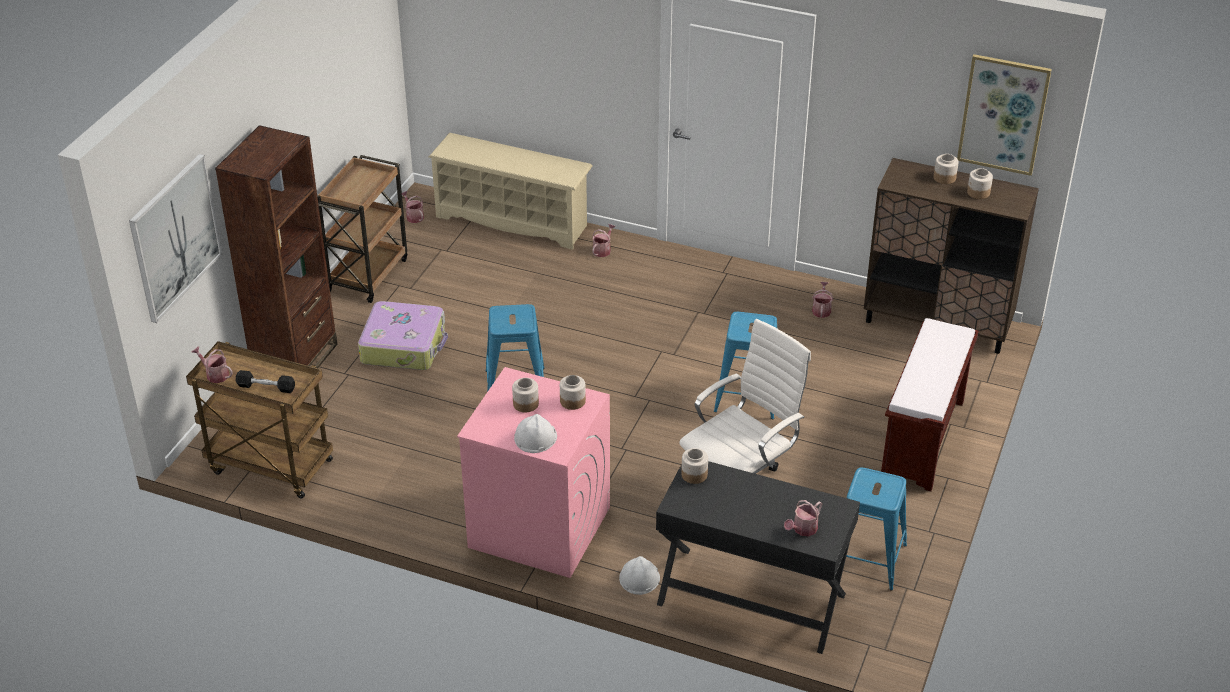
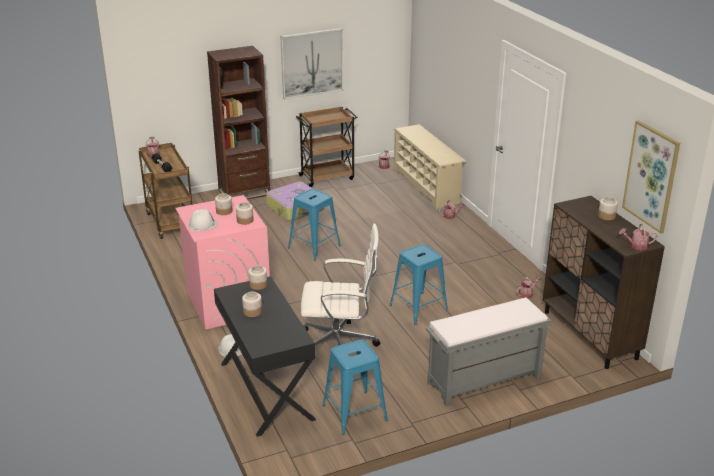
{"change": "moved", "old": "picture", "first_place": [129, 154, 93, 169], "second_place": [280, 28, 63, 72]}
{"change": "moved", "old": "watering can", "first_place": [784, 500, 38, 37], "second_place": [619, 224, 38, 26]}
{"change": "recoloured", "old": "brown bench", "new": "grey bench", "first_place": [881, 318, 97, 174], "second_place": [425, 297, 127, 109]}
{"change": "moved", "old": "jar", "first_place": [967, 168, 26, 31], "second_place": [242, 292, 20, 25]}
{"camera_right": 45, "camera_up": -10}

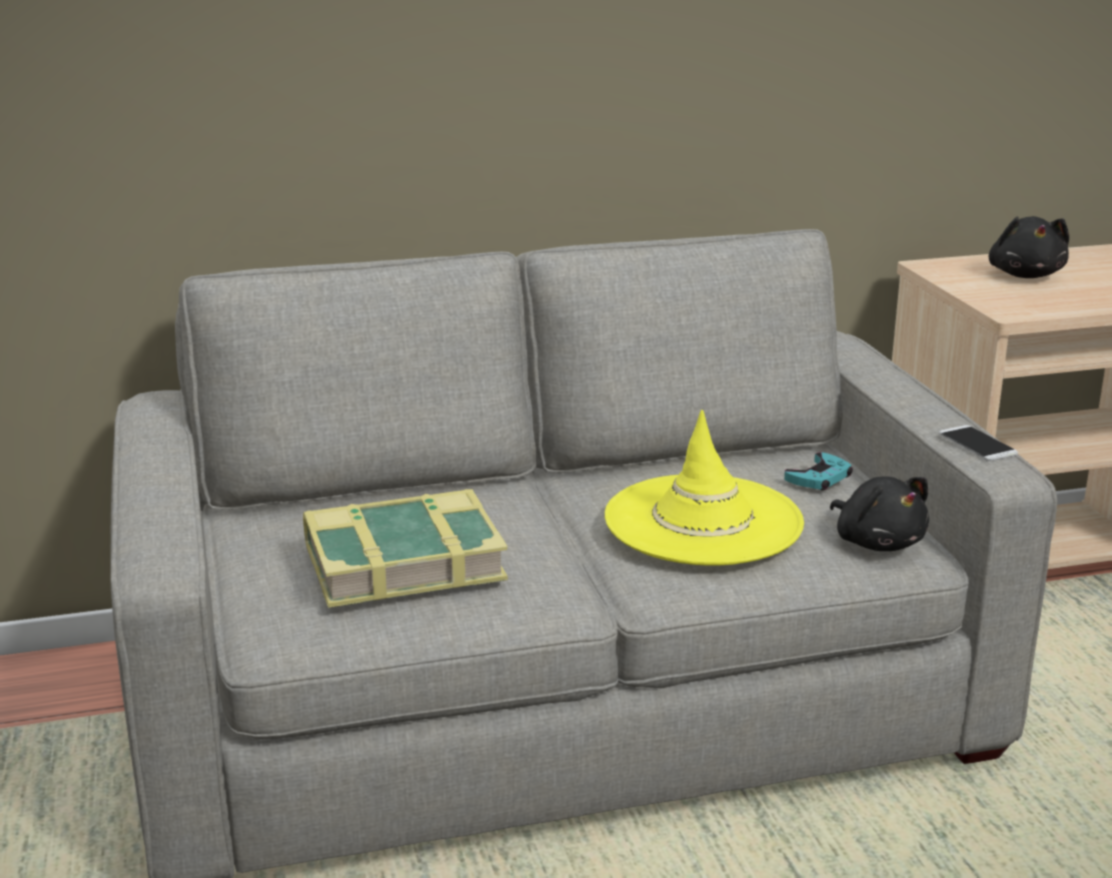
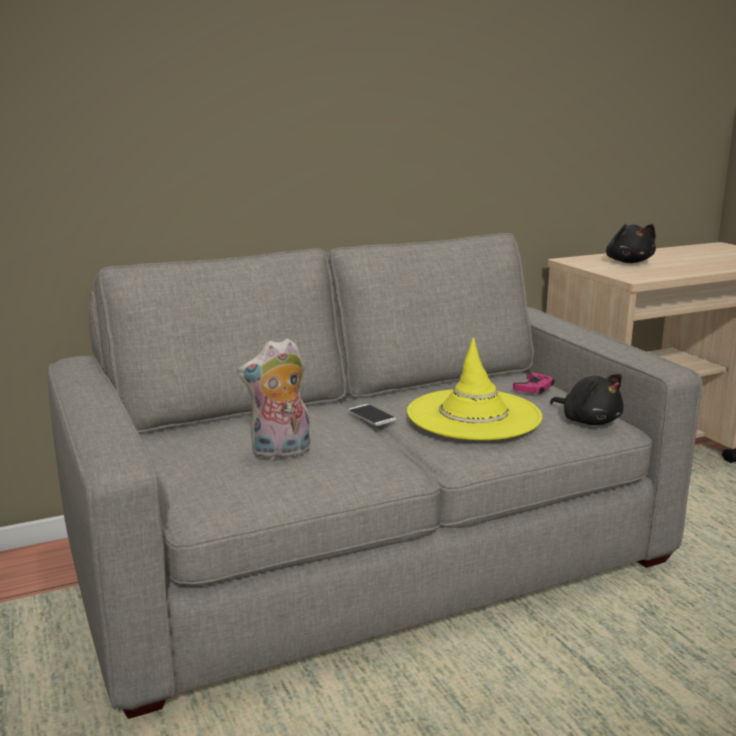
{"change": "replaced", "old": "book", "new": "plush toy", "first_place": [303, 489, 205, 119], "second_place": [238, 338, 73, 121]}
{"change": "recoloured", "old": "turquoise game controller", "new": "pink game controller", "first_place": [784, 452, 69, 38], "second_place": [513, 372, 41, 22]}
{"change": "moved", "old": "phone", "first_place": [939, 425, 79, 36], "second_place": [348, 404, 49, 22]}
{"camera_right": -10, "camera_up": -5}

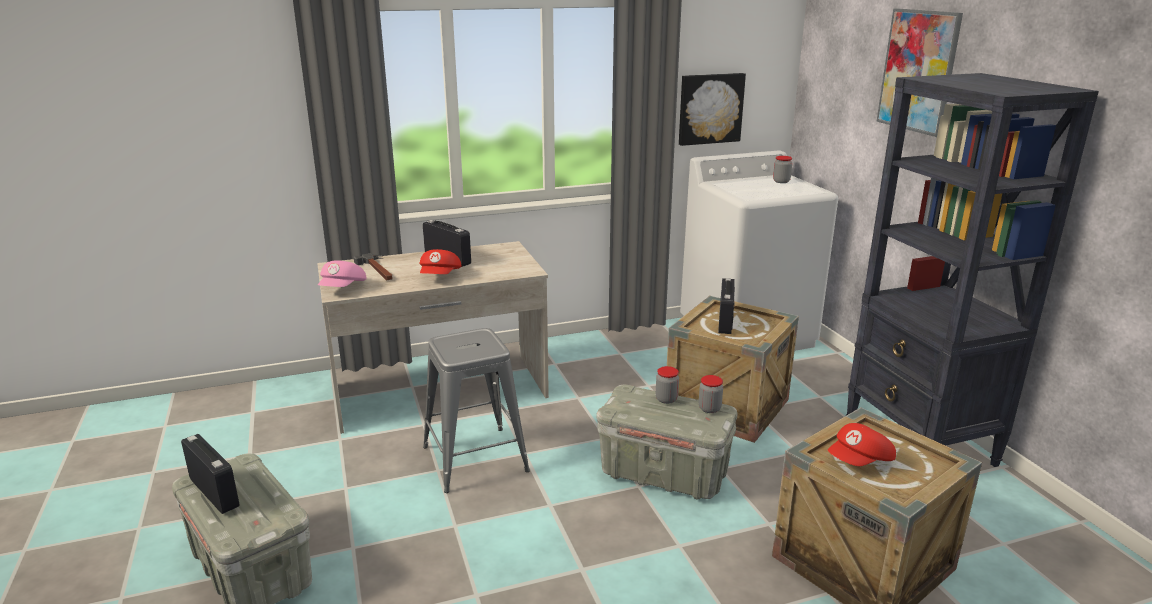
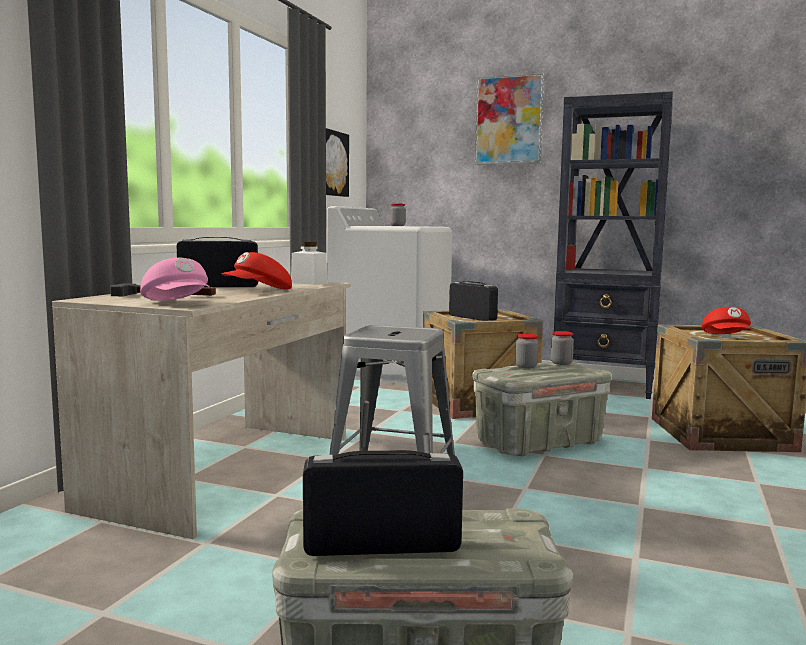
{"change": "turned", "old": "red cap", "first_place": [419, 249, 43, 25], "second_place": [221, 252, 71, 38], "degrees": 90}
{"change": "added", "new": "white jar", "second_place": [291, 242, 37, 43]}
{"camera_right": -50, "camera_up": -15}

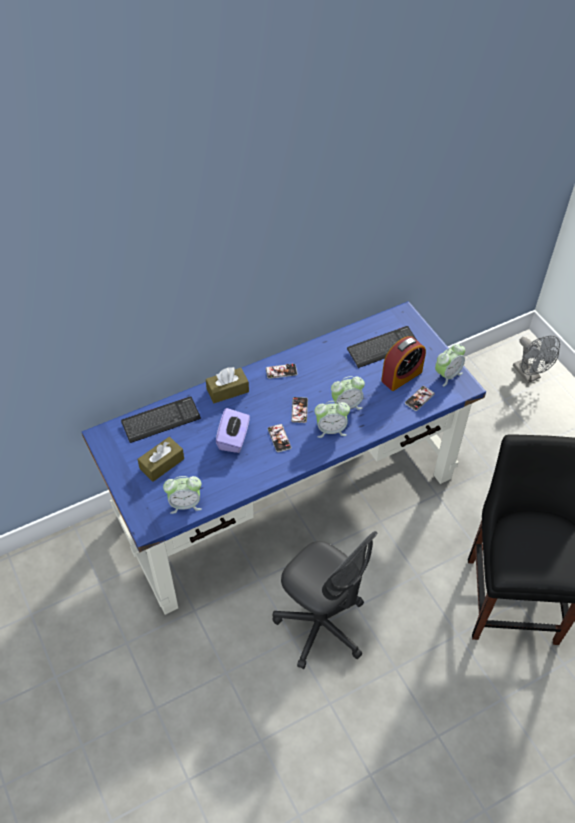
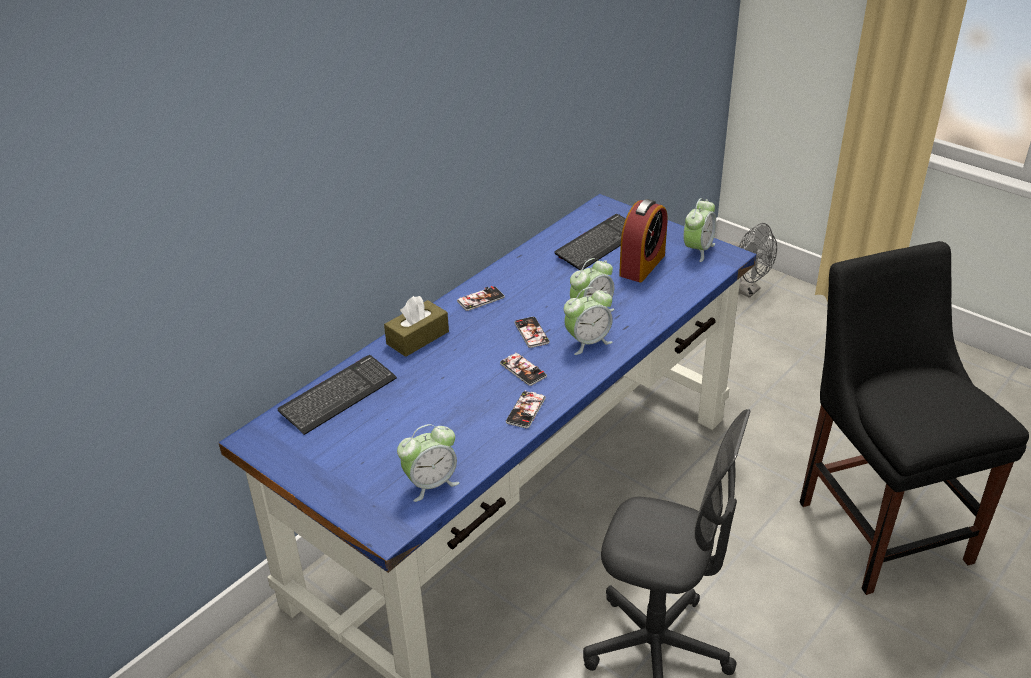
{"change": "removed", "old": "brown tissue box", "first_place": [138, 437, 46, 45]}
{"change": "removed", "old": "purple tissue box", "first_place": [216, 408, 34, 45]}
{"change": "moved", "old": "phone", "first_place": [405, 386, 30, 25], "second_place": [506, 390, 40, 38]}
{"camera_right": -20, "camera_up": -15}

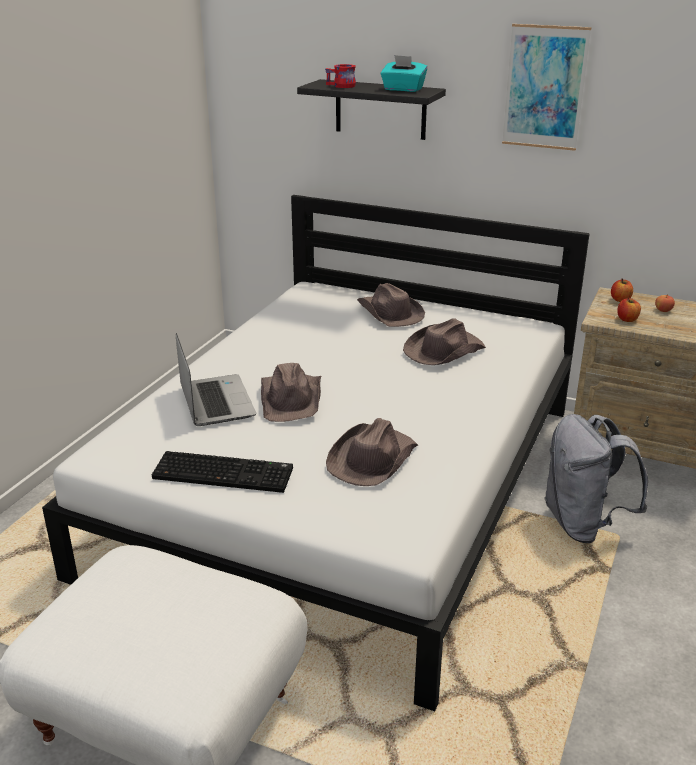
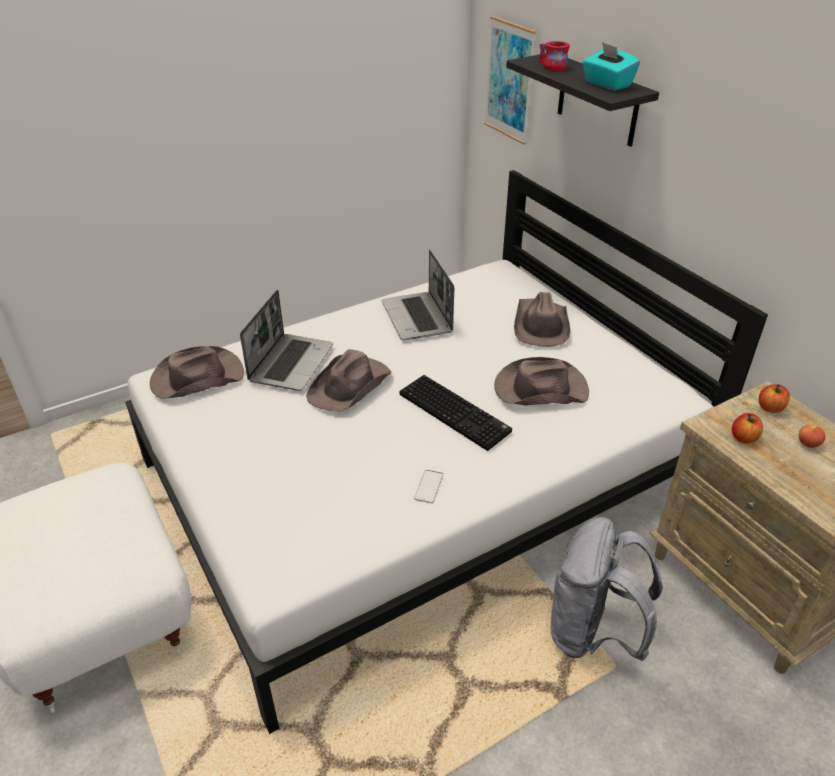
{"change": "moved", "old": "keyboard", "first_place": [152, 451, 141, 42], "second_place": [399, 375, 113, 76]}
{"change": "moved", "old": "brown hat", "first_place": [326, 418, 92, 68], "second_place": [150, 346, 94, 53]}
{"change": "moved", "old": "picture", "first_place": [502, 24, 89, 127], "second_place": [484, 16, 52, 129]}
{"change": "added", "new": "laptop", "second_place": [382, 250, 72, 90]}
{"change": "added", "new": "phone", "second_place": [414, 470, 30, 33]}
{"camera_right": 35, "camera_up": 10}

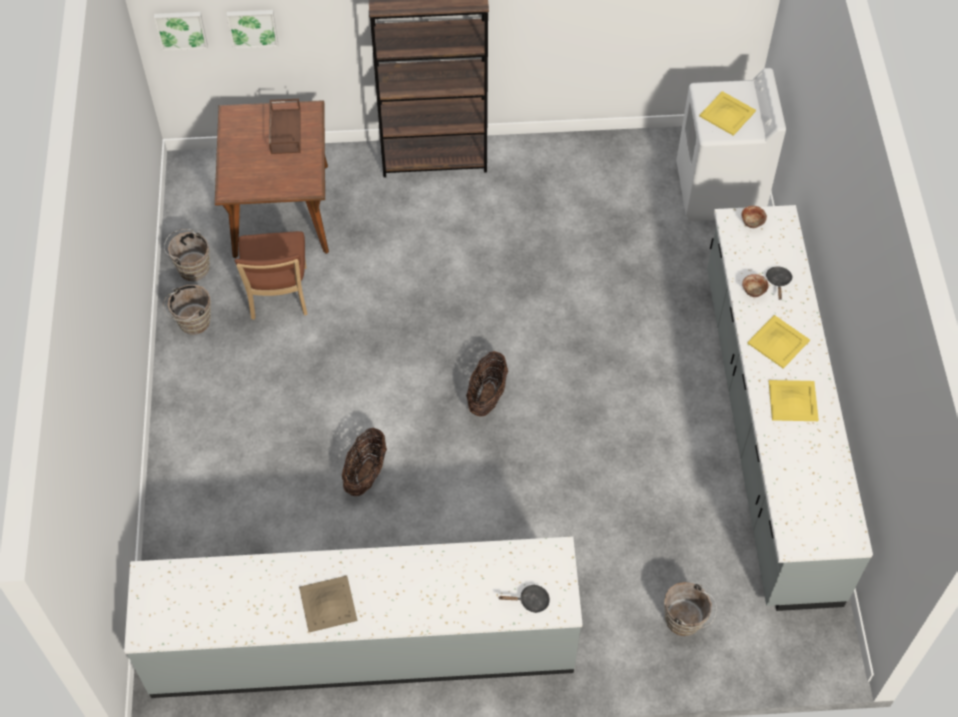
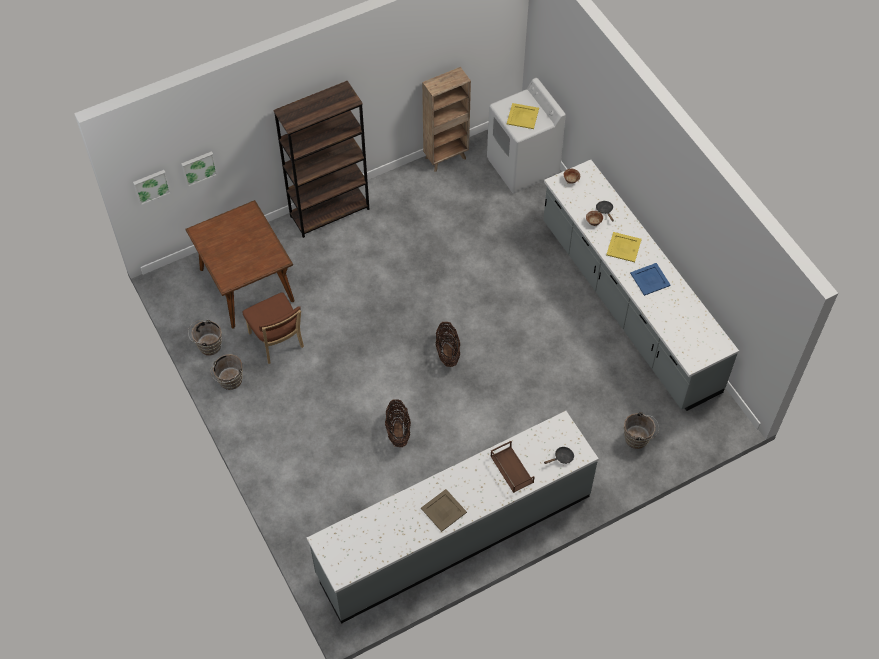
{"change": "moved", "old": "brown tray", "first_place": [269, 99, 31, 55], "second_place": [491, 441, 43, 52]}
{"change": "recoloured", "old": "yellow tray", "new": "blue tray", "first_place": [769, 380, 50, 41], "second_place": [630, 263, 41, 33]}
{"change": "added", "new": "brown bookcase", "second_place": [422, 67, 49, 105]}
{"camera_right": -25, "camera_up": 0}

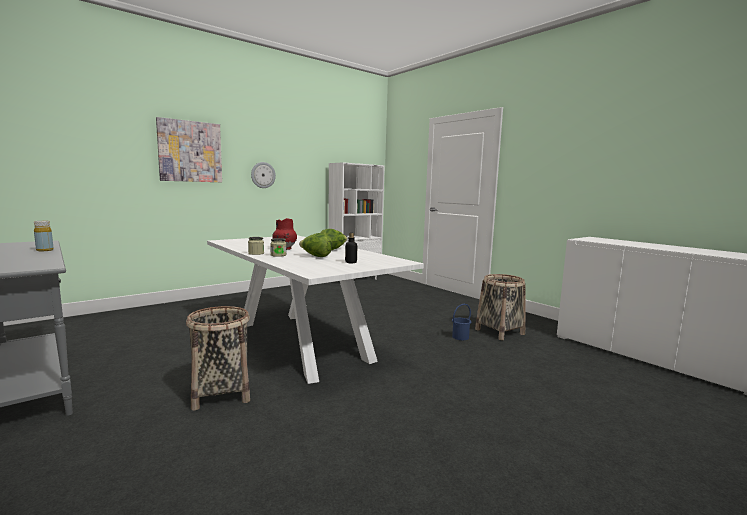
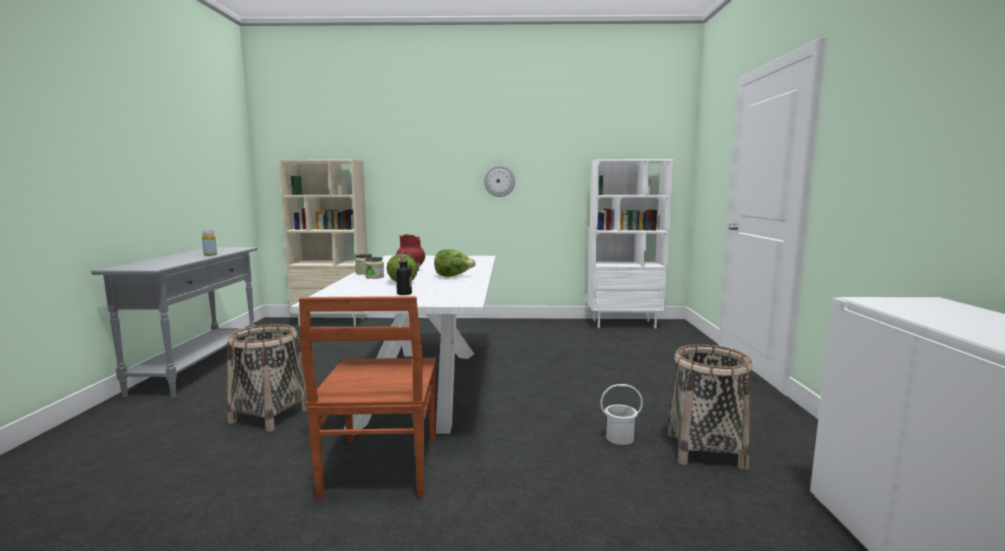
{"change": "removed", "old": "picture", "first_place": [156, 117, 66, 65]}
{"change": "recoloured", "old": "blue bucket", "new": "white bucket", "first_place": [452, 304, 20, 36], "second_place": [600, 384, 43, 61]}
{"change": "added", "new": "beige bookcase", "second_place": [279, 160, 89, 166]}
{"change": "added", "new": "brown chair", "second_place": [299, 296, 137, 204]}
{"camera_right": 40, "camera_up": 0}

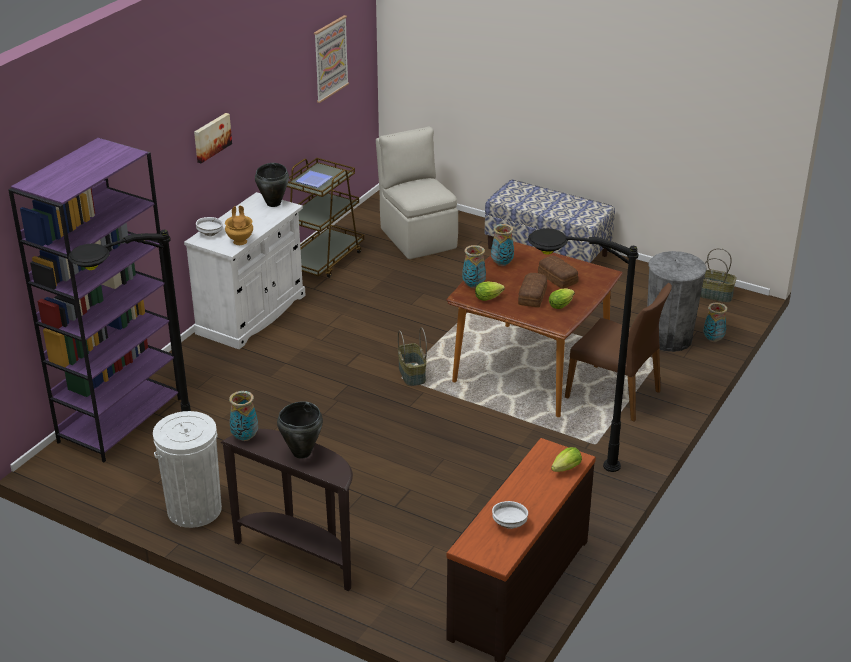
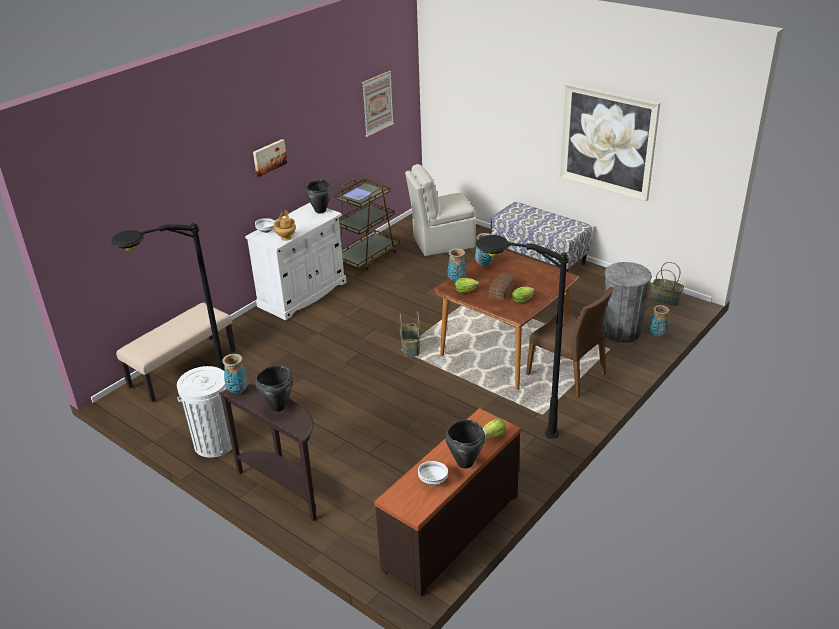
{"change": "replaced", "old": "purple bookcase", "new": "beige bench", "first_place": [8, 138, 173, 324], "second_place": [116, 302, 120, 100]}
{"change": "turned", "old": "beige chair", "first_place": [376, 127, 82, 132], "second_place": [405, 164, 71, 92], "degrees": -90}
{"change": "removed", "old": "bread", "first_place": [538, 256, 41, 33]}
{"change": "added", "new": "black cooking pot", "second_place": [446, 420, 39, 49]}
{"change": "added", "new": "picture", "second_place": [559, 83, 101, 118]}
{"camera_right": 10, "camera_up": 0}

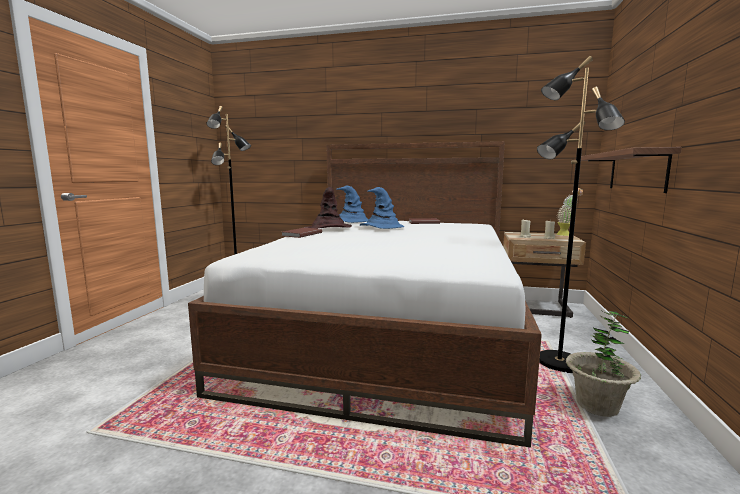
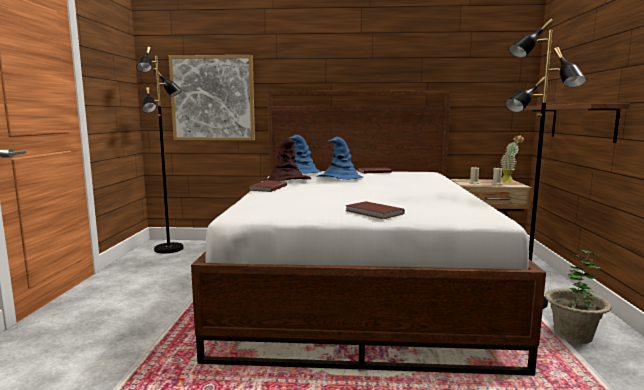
{"change": "added", "new": "picture", "second_place": [169, 55, 86, 85]}
{"change": "added", "new": "brown book", "second_place": [345, 201, 60, 18]}
{"camera_right": -10, "camera_up": 0}

